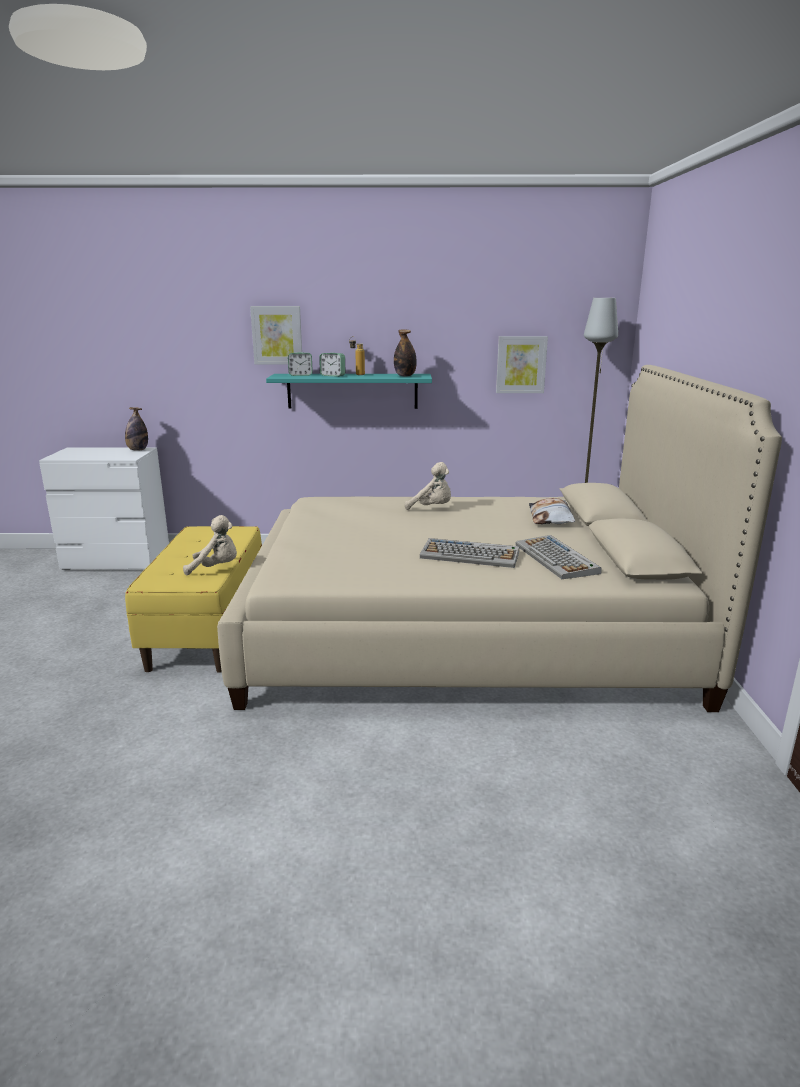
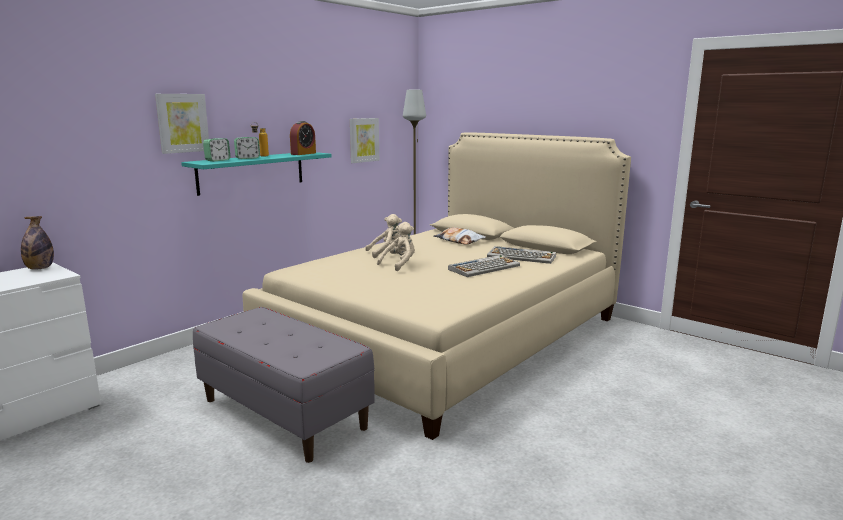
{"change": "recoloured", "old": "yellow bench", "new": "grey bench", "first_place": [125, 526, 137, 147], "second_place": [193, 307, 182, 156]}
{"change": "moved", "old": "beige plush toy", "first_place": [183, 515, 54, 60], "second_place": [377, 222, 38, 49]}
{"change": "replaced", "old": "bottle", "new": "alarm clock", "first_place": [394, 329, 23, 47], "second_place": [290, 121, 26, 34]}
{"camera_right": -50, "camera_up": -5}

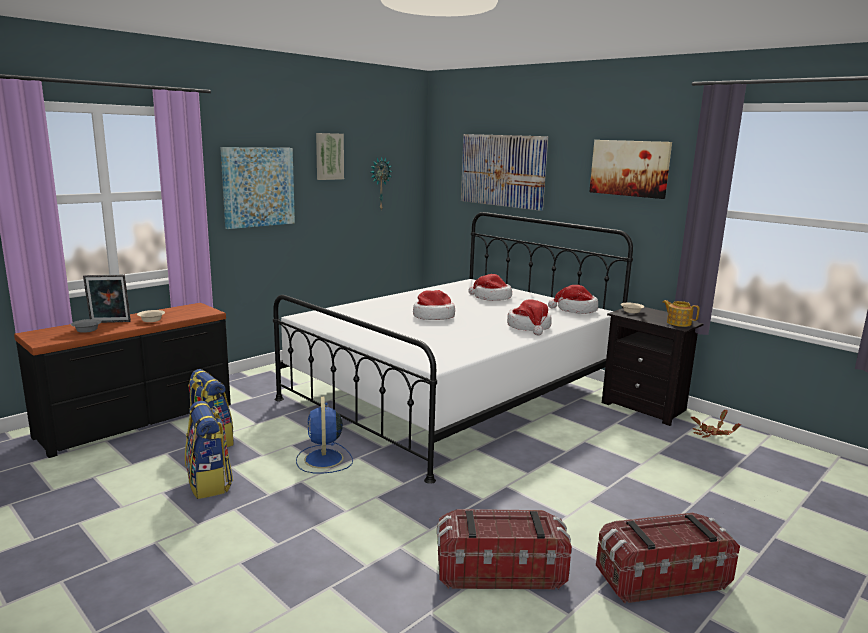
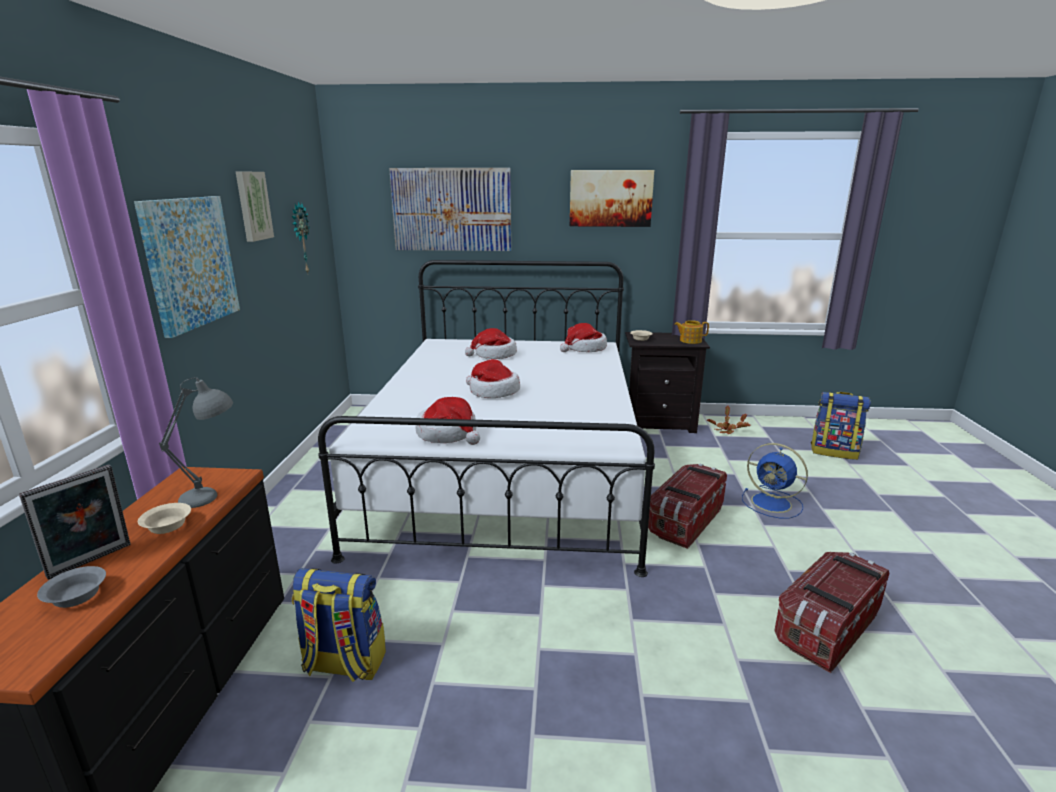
{"change": "moved", "old": "backpack", "first_place": [185, 401, 48, 98], "second_place": [811, 392, 60, 68]}
{"change": "moved", "old": "blue fan", "first_place": [296, 397, 57, 76], "second_place": [742, 443, 66, 76]}
{"change": "moved", "old": "hat", "first_place": [507, 299, 45, 36], "second_place": [415, 397, 65, 48]}
{"change": "moved", "old": "storage box", "first_place": [596, 513, 144, 91], "second_place": [648, 464, 79, 85]}
{"change": "added", "new": "grey table lamp", "second_place": [159, 377, 74, 131]}
{"camera_right": -40, "camera_up": 5}

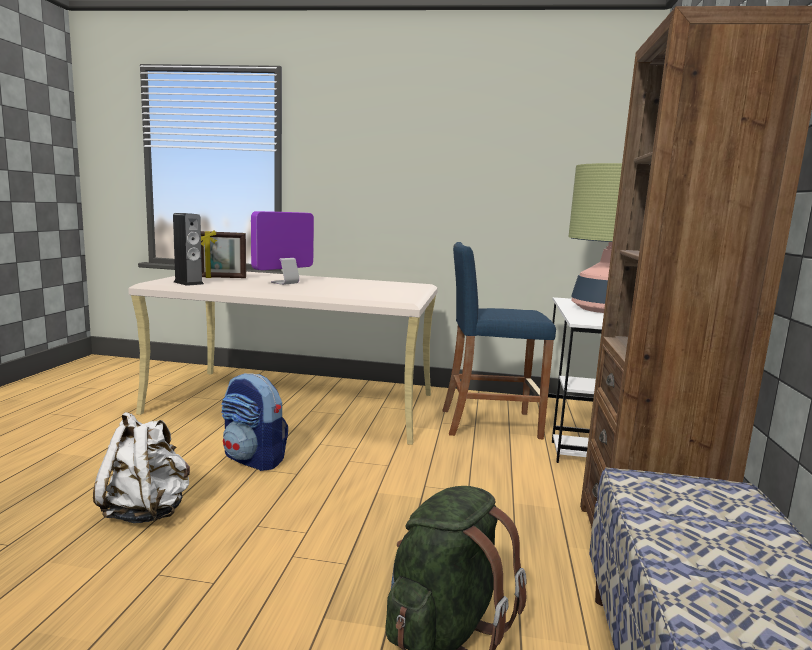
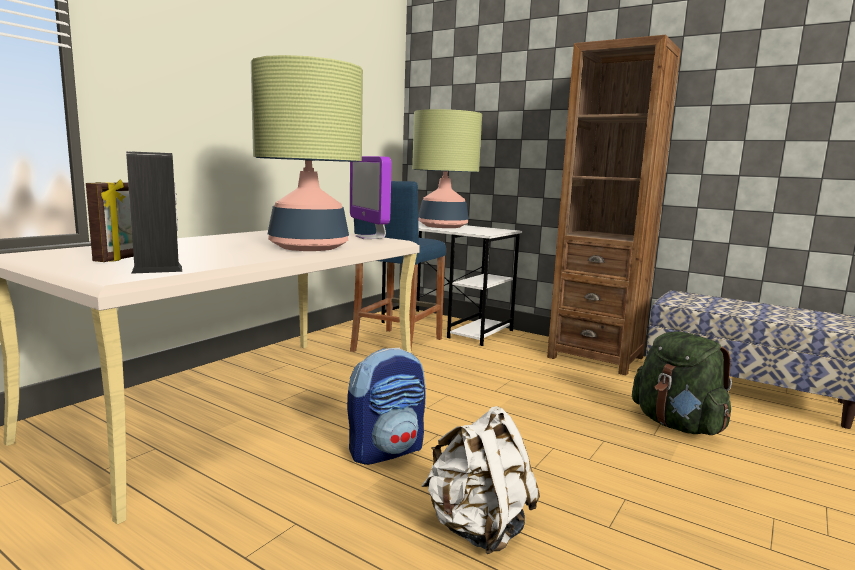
{"change": "moved", "old": "monitor", "first_place": [251, 211, 63, 74], "second_place": [350, 156, 41, 83]}
{"change": "added", "new": "table lamp", "second_place": [251, 55, 112, 196]}
{"camera_right": -65, "camera_up": 0}

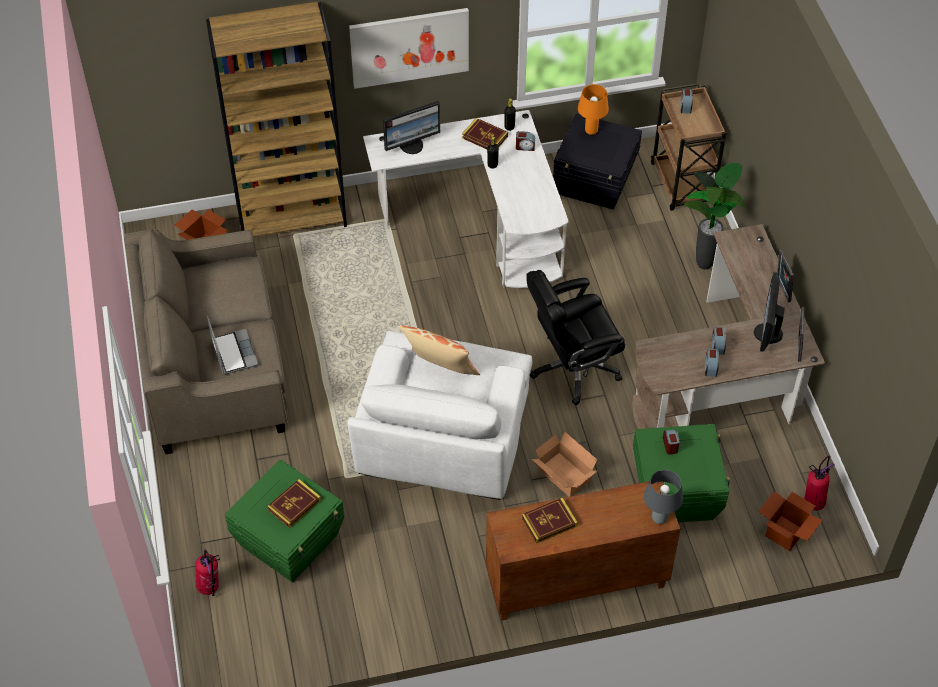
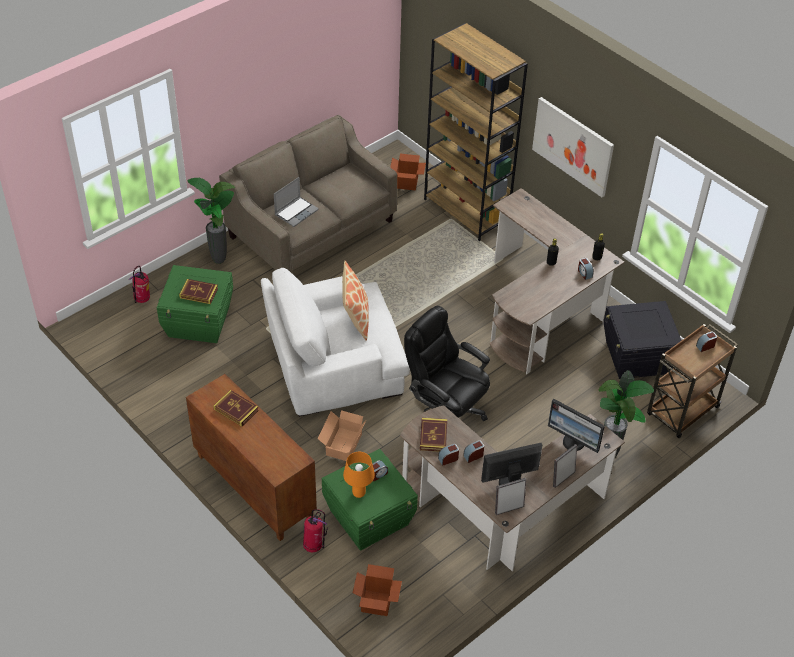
{"change": "recoloured", "old": "white desk", "new": "brown desk", "first_place": [363, 110, 206, 178], "second_place": [490, 188, 134, 186]}
{"change": "moved", "old": "monitor", "first_place": [383, 101, 57, 53], "second_place": [548, 399, 57, 54]}
{"change": "moved", "old": "book", "first_place": [462, 118, 46, 31], "second_place": [420, 418, 27, 34]}
{"change": "moved", "old": "orange table lamp", "first_place": [578, 84, 31, 51], "second_place": [343, 452, 32, 46]}
{"change": "removed", "old": "grey table lamp", "first_place": [644, 470, 39, 54]}
{"change": "moved", "old": "fire extinguisher", "first_place": [804, 456, 31, 55], "second_place": [303, 509, 25, 43]}
{"change": "added", "new": "potted plant", "second_place": [188, 178, 47, 86]}
{"camera_right": 60, "camera_up": -5}

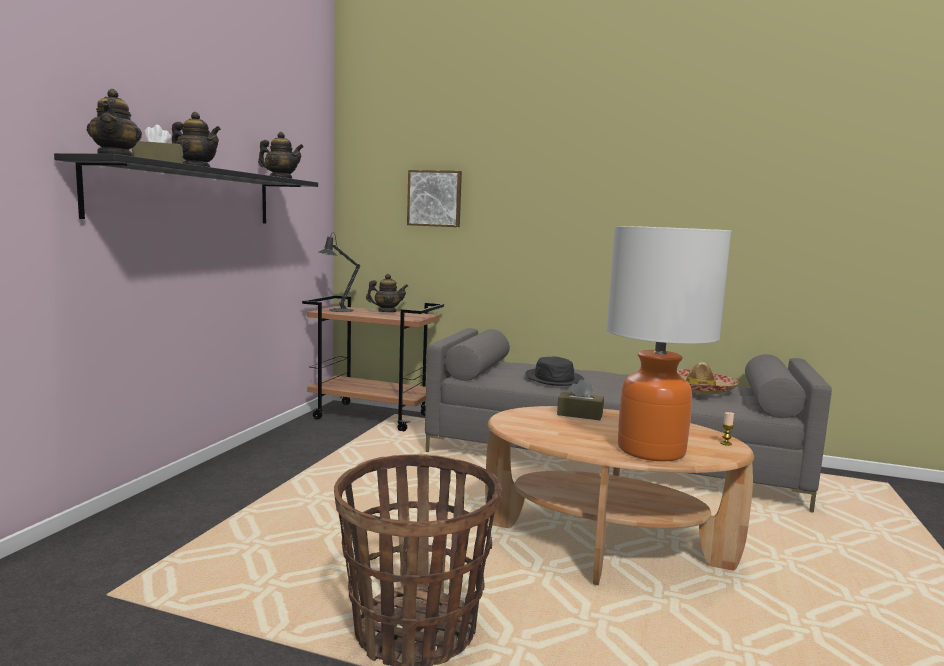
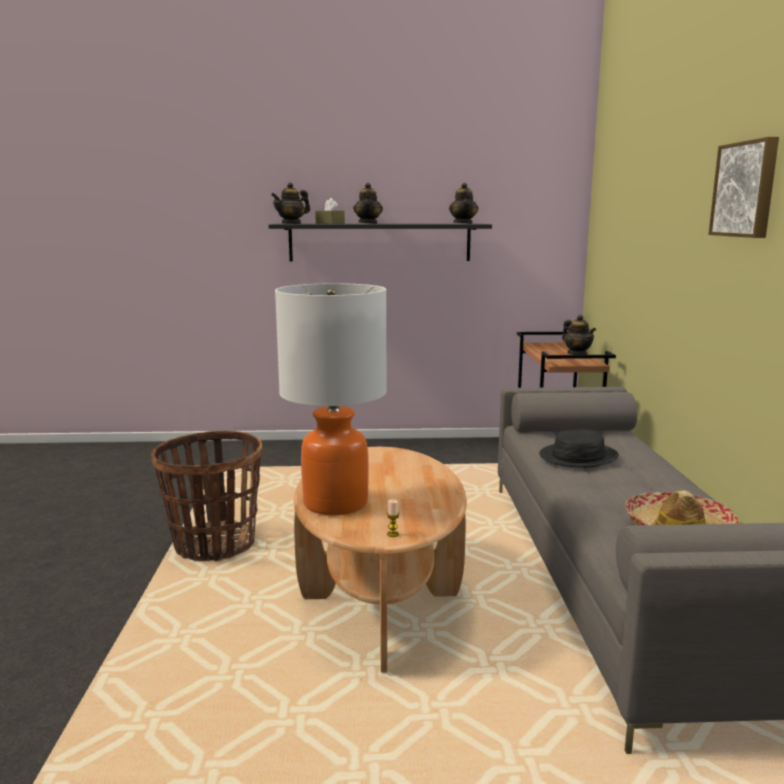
{"change": "removed", "old": "black table lamp", "first_place": [319, 232, 41, 80]}
{"change": "moved", "old": "picture", "first_place": [407, 170, 55, 57], "second_place": [708, 137, 71, 101]}
{"change": "removed", "old": "brown tissue box", "first_place": [557, 379, 47, 41]}
{"camera_right": 70, "camera_up": 5}

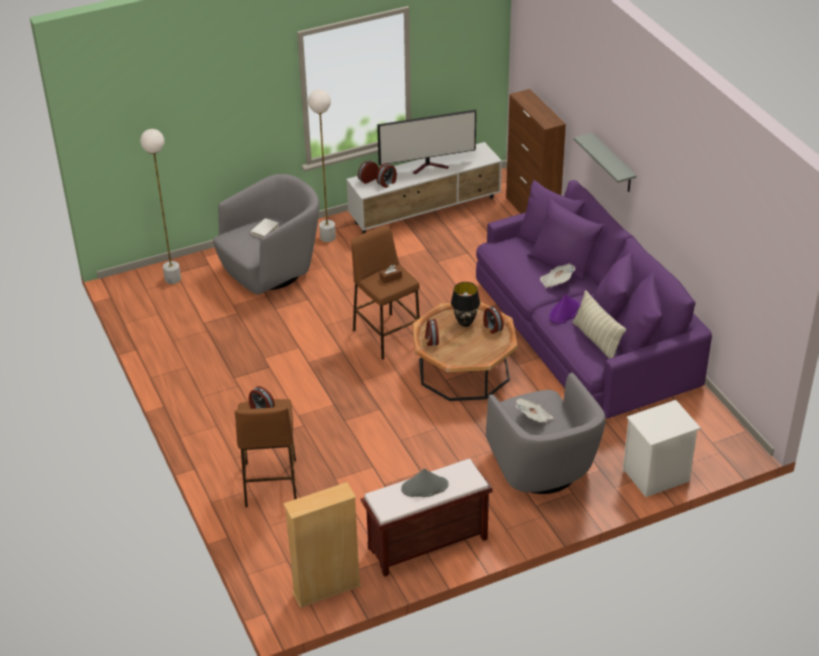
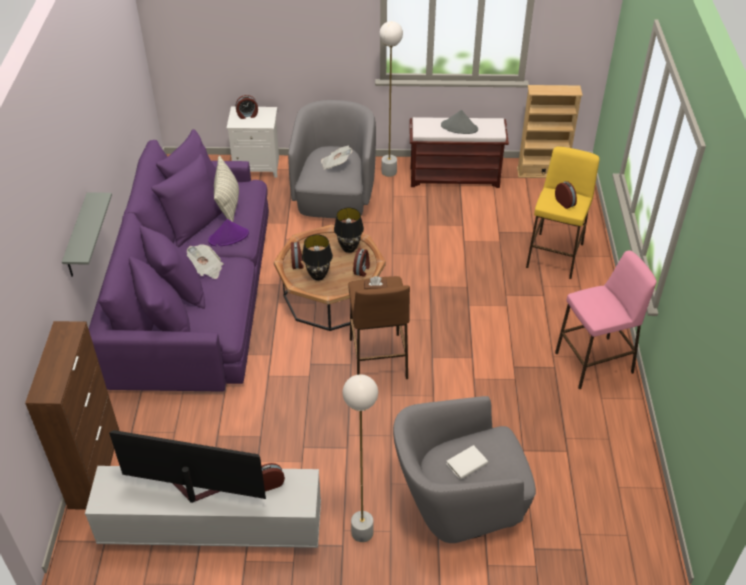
{"change": "moved", "old": "white floor lamp", "first_place": [140, 129, 41, 155], "second_place": [379, 21, 24, 156]}
{"change": "recoloured", "old": "brown stool", "new": "yellow stool", "first_place": [235, 399, 62, 108], "second_place": [526, 147, 74, 132]}
{"change": "moved", "old": "alarm clock", "first_place": [358, 160, 21, 24], "second_place": [235, 95, 23, 24]}
{"change": "added", "new": "black table lamp", "second_place": [334, 207, 30, 46]}
{"change": "added", "new": "pink stool", "second_place": [555, 251, 102, 138]}
{"camera_right": -155, "camera_up": 5}

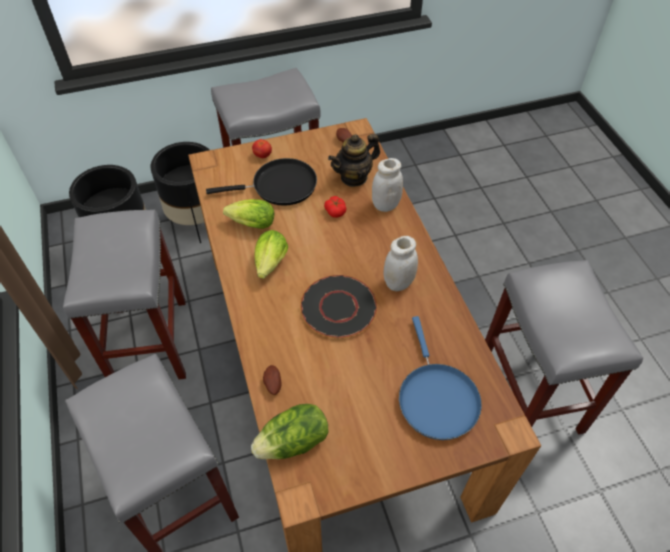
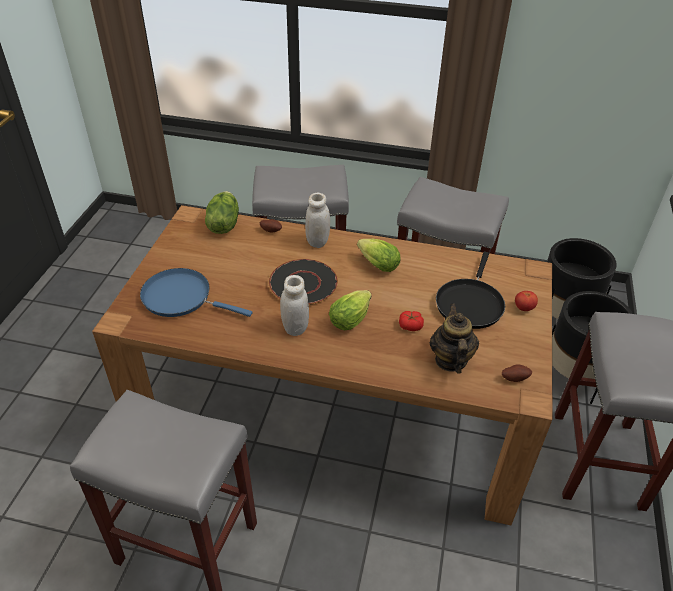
{"change": "moved", "old": "lettuce", "first_place": [223, 199, 51, 30], "second_place": [329, 290, 43, 40]}
{"change": "moved", "old": "white jar", "first_place": [372, 158, 31, 54], "second_place": [305, 193, 25, 55]}
{"camera_right": 120, "camera_up": -10}

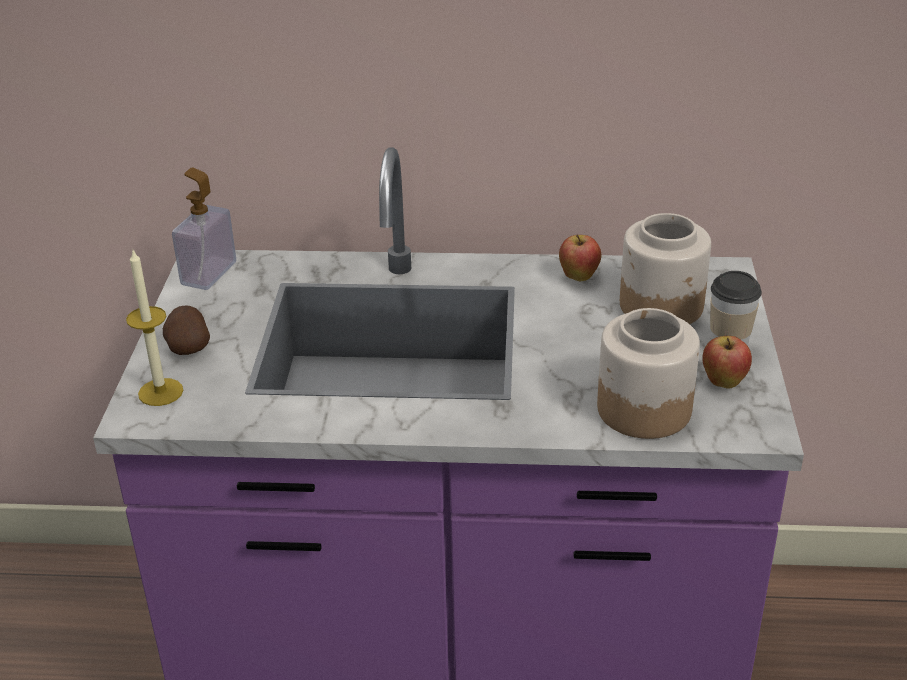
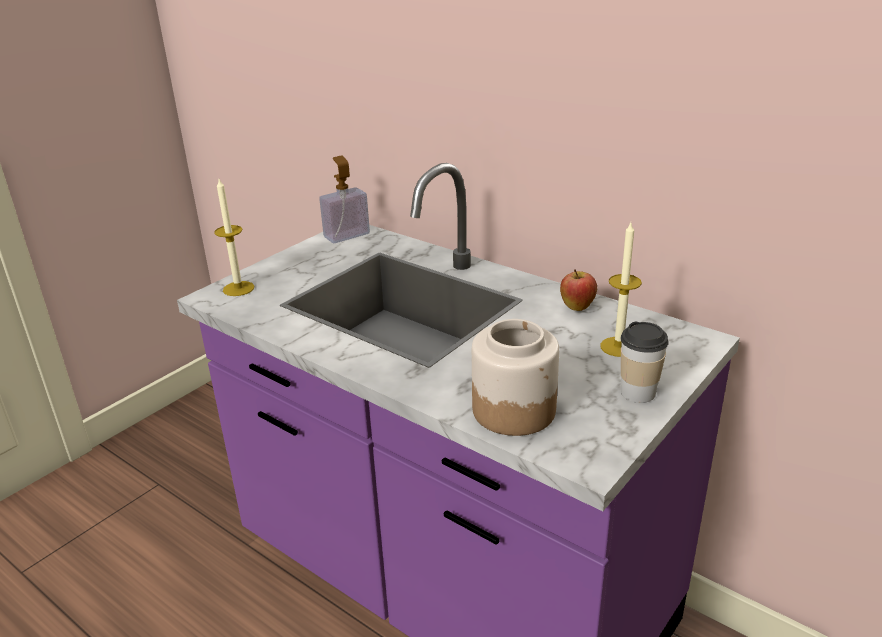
{"change": "removed", "old": "potato", "first_place": [163, 305, 47, 50]}
{"change": "replaced", "old": "jar", "new": "candle", "first_place": [620, 213, 91, 111], "second_place": [600, 223, 42, 134]}
{"change": "removed", "old": "apple", "first_place": [702, 336, 50, 52]}
{"camera_right": 35, "camera_up": -5}

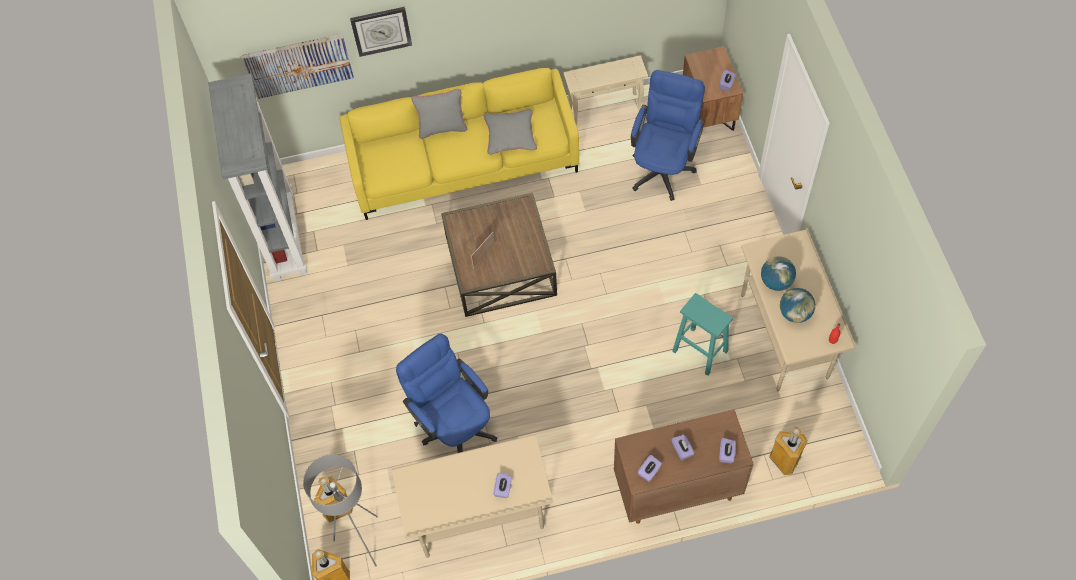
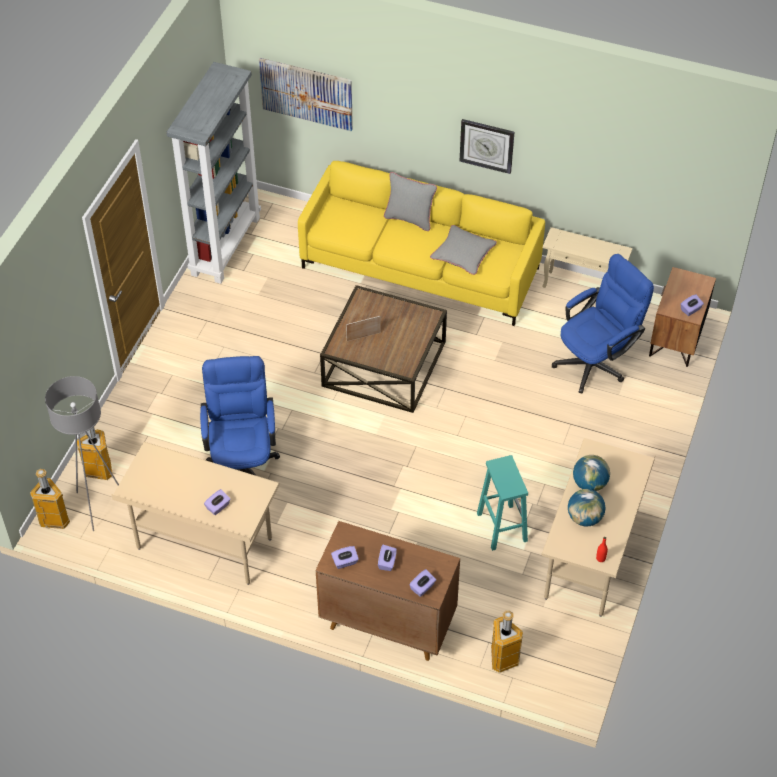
{"change": "moved", "old": "wall clock", "first_place": [350, 7, 62, 50], "second_place": [460, 119, 54, 55]}
{"camera_right": 30, "camera_up": -10}

